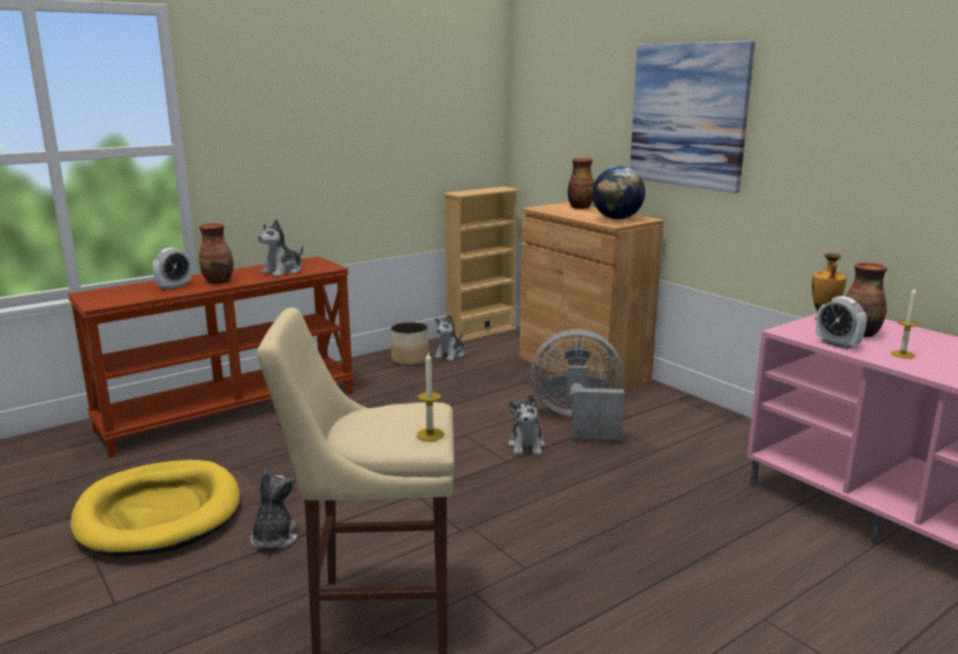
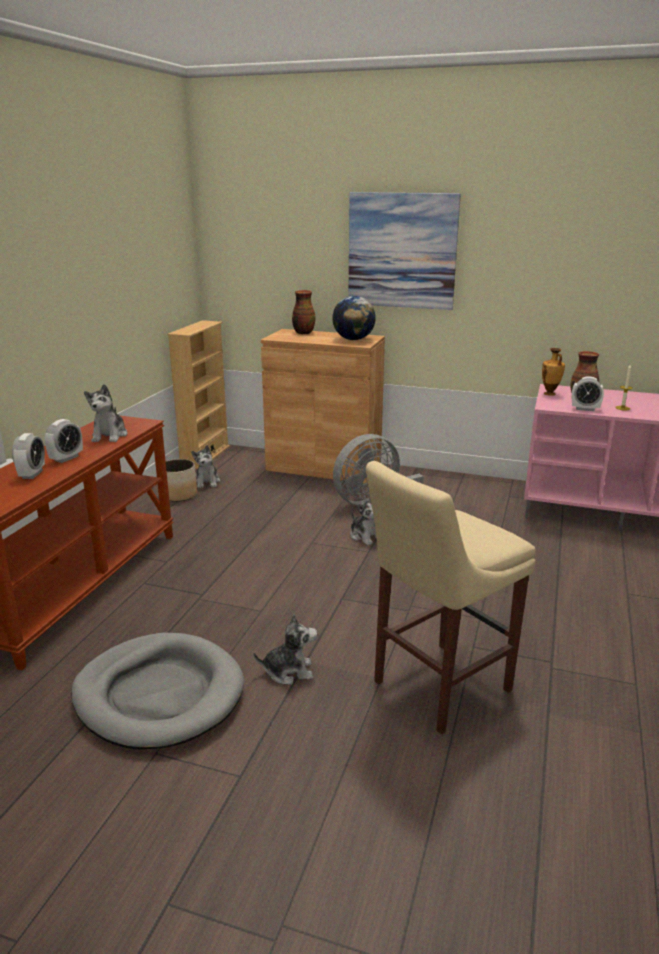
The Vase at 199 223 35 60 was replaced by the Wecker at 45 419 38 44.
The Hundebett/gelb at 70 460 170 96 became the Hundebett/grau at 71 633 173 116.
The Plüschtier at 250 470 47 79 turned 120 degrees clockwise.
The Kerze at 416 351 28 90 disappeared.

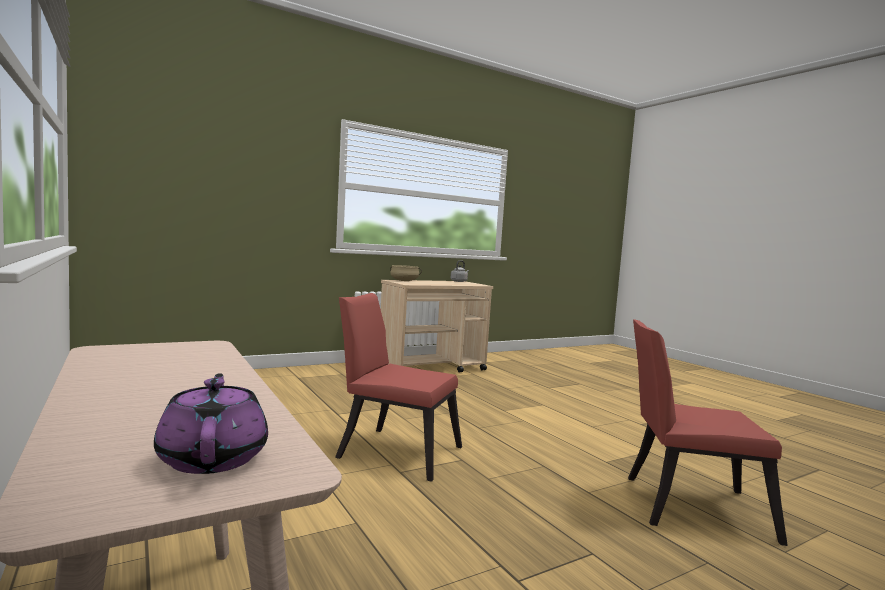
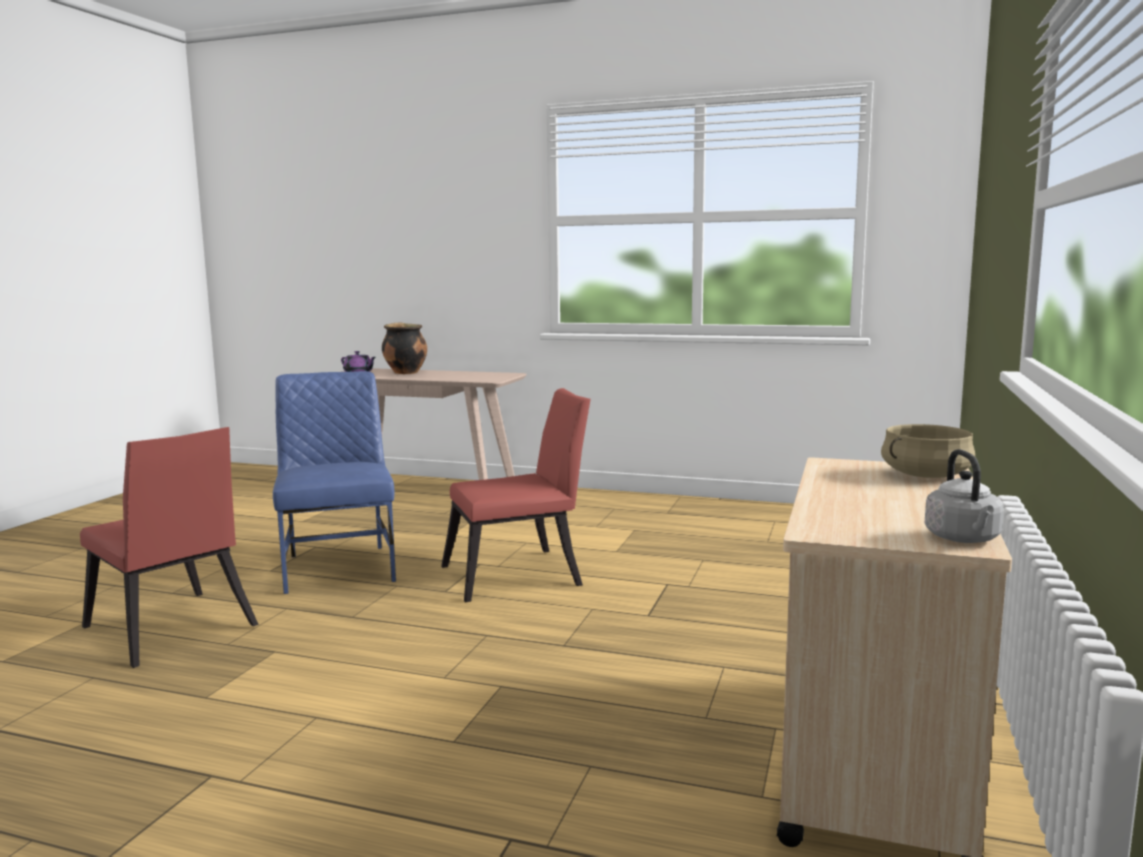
The Stuhl/rot at 628 319 160 227 turned 75 degrees clockwise.
The Stuhl/blau at 273 371 123 223 appeared.
The Kochtopf at 382 322 45 52 appeared.

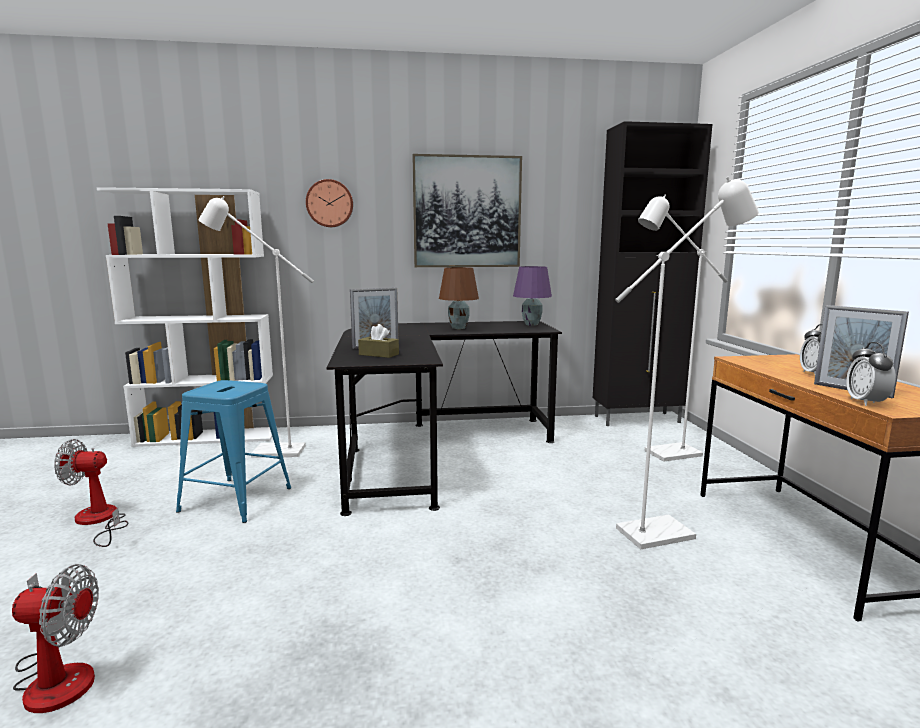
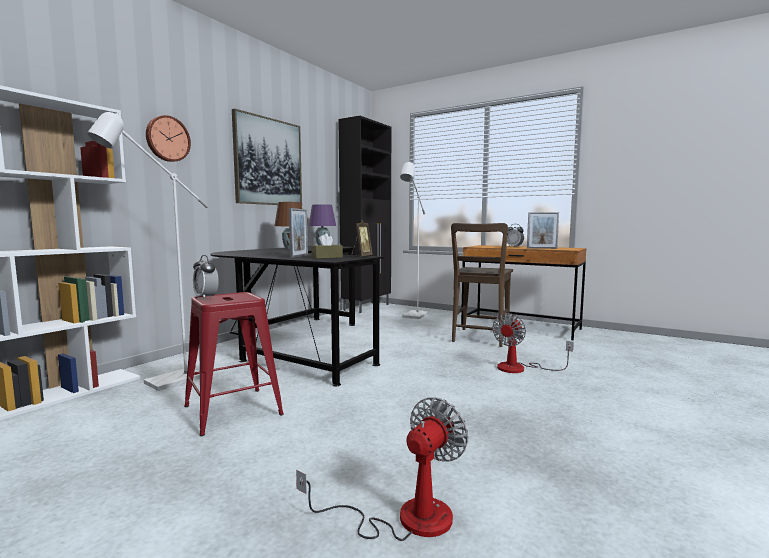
The Hocker/blau at 176 380 115 143 became the Hocker/rot at 184 292 100 144.
The Wecker moved from 846 342 50 64 to 193 255 26 45.
The Bilderrahmen at 351 220 22 37 appeared.
The Stehlampe/weiß at 615 177 144 372 was replaced by the Stuhl/braun at 451 223 62 124.
The Ventilator moved from 54 439 74 108 to 492 313 82 60.

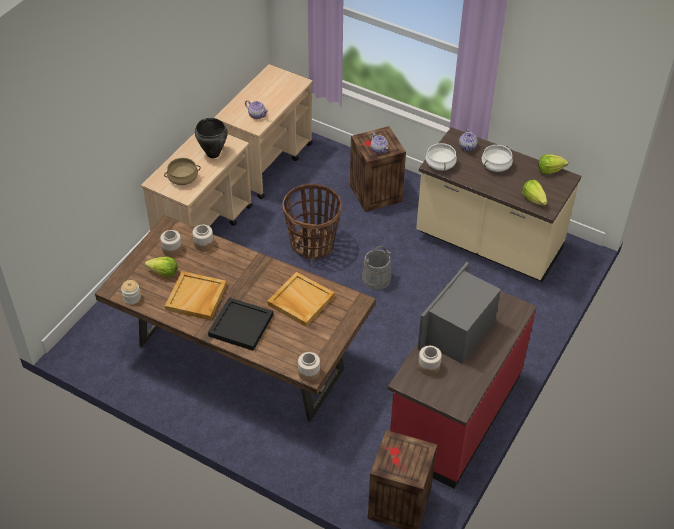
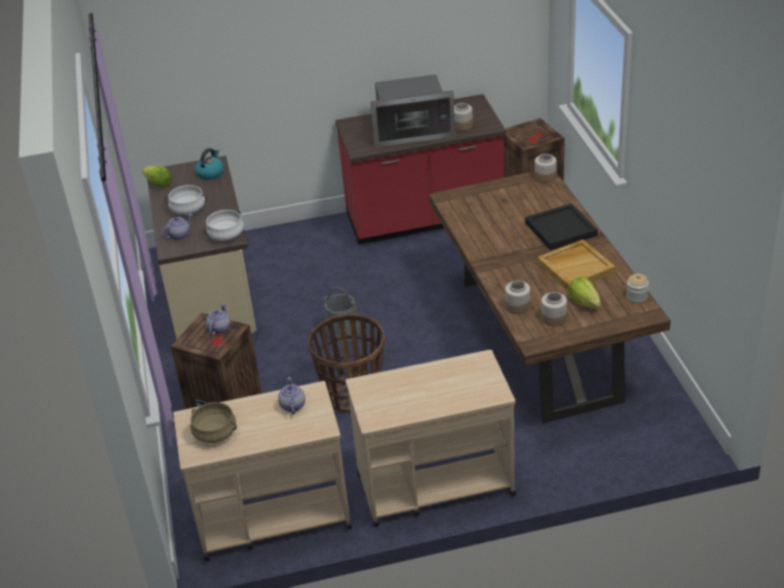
The Kochtopf/beige moved from 164 158 37 27 to 190 402 47 41.
The Salatkopf at 522 180 25 26 was replaced by the Wasserkessel at 195 148 29 32.
The Kochtopf/schwarz at 195 118 33 40 disappeared.
The Tablett/beige at 268 272 67 55 disappeared.

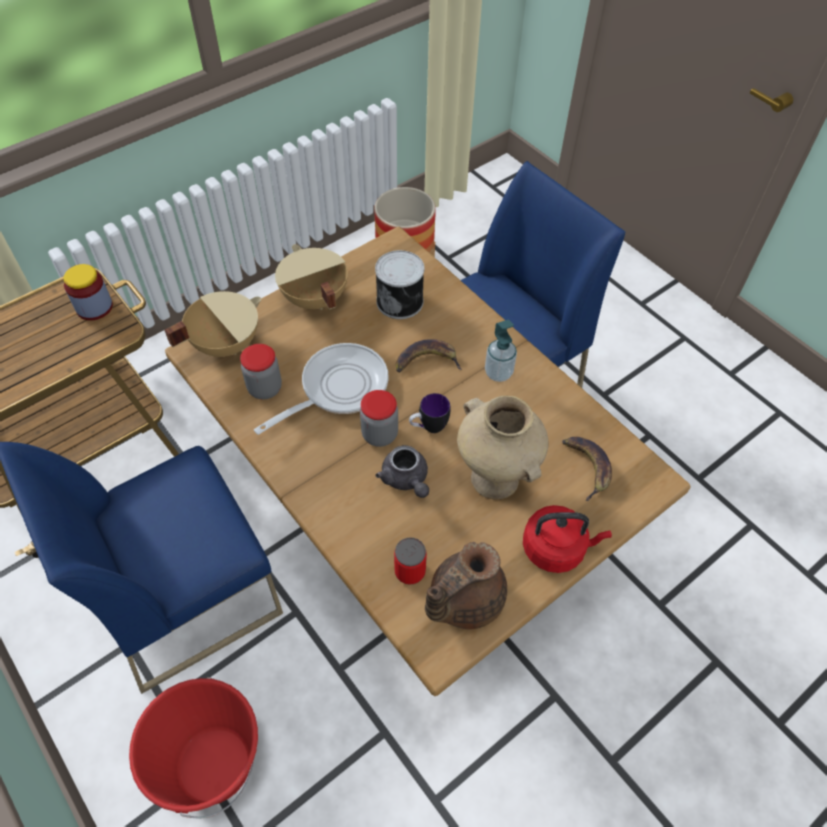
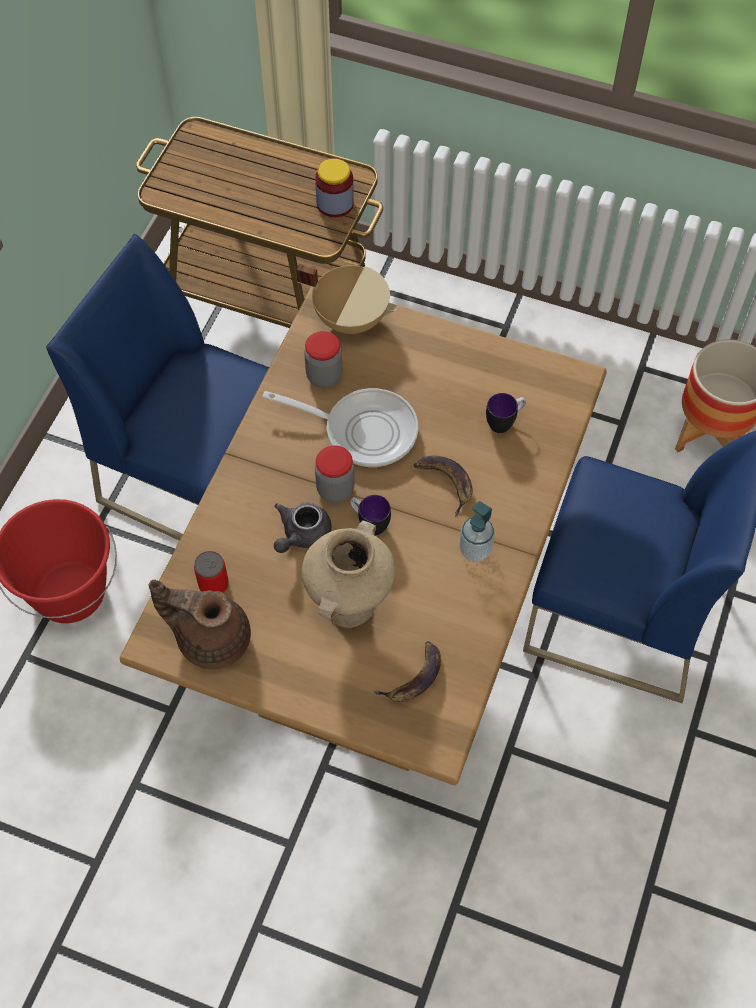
The Dose at 375 250 49 69 was replaced by the Henkelbecher at 486 393 40 40.
The Kochtopf/beige at 275 244 73 66 disappeared.
The Wasserkessel/rot at 523 505 89 68 disappeared.

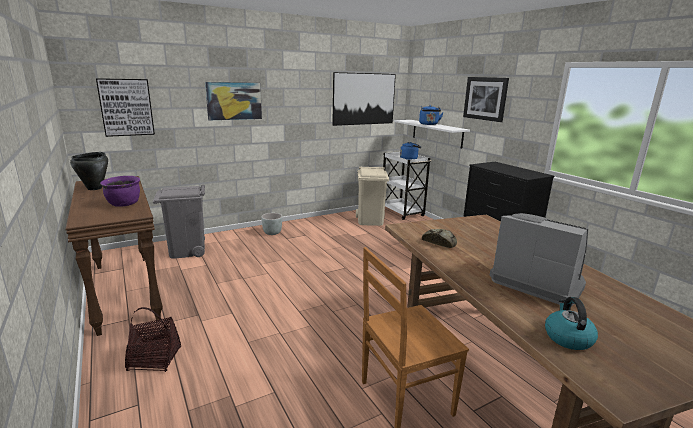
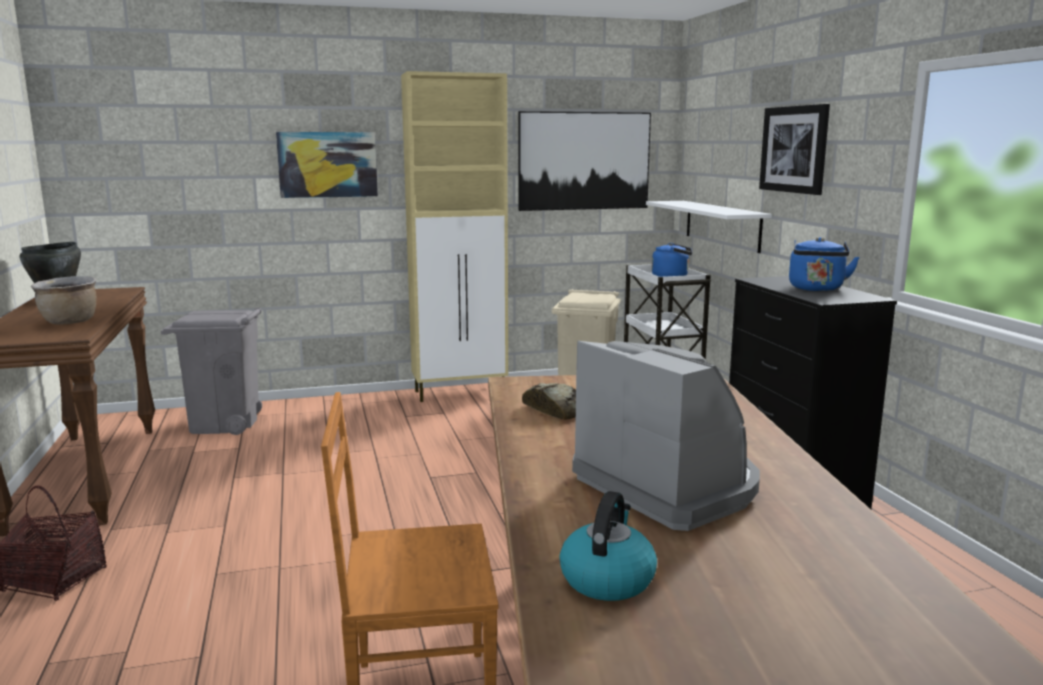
The Kochtopf/lila at 100 176 40 31 became the Kochtopf/braun at 31 276 66 48.
The Schrank/beige at 401 71 107 331 appeared.
The Wasserkessel/blau moved from 419 105 25 20 to 789 237 71 54.
The Bild at 96 78 59 59 disappeared.
The Pflanzkübel/grau at 261 213 21 22 disappeared.

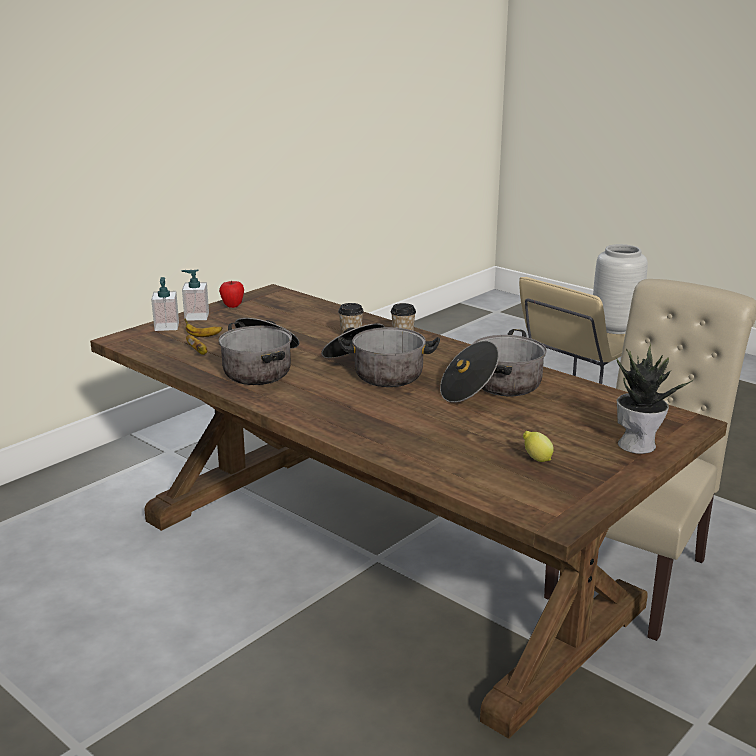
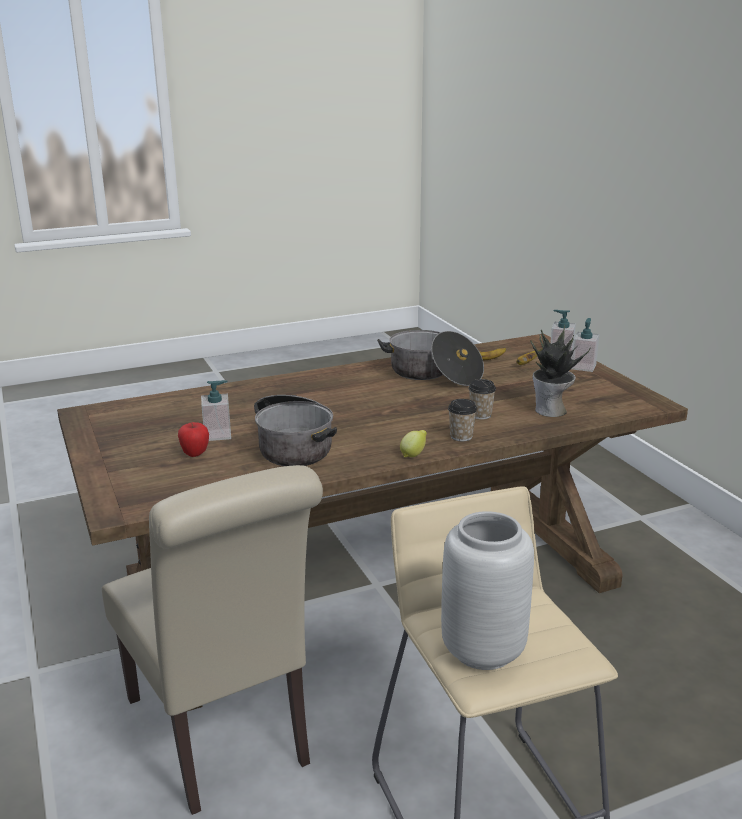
The Apfel moved from 219 281 25 27 to 178 422 31 35.
The Seifenspender at 201 380 30 61 appeared.
The Zitrone moved from 523 431 31 31 to 400 430 27 27.
The Topfpflanze moved from 616 343 78 111 to 530 325 61 92.
The Kochtopf at 321 323 119 64 disappeared.

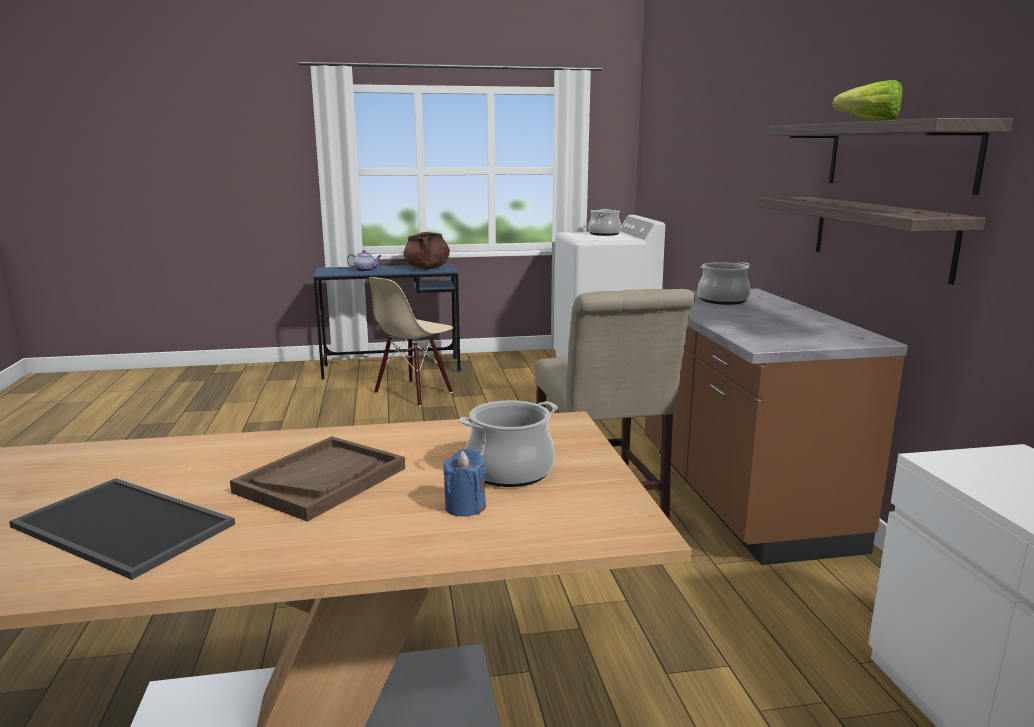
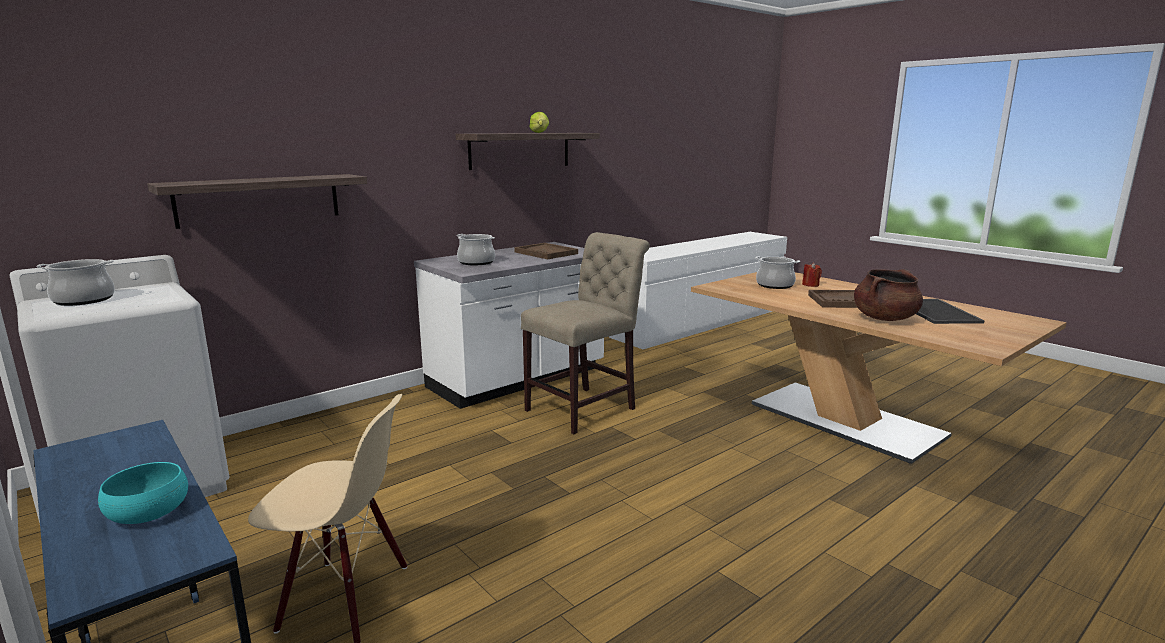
The Teekanne at 347 250 34 22 was replaced by the Schüssel/türkis at 98 462 90 62.
The Wandregal moved from 757 197 229 88 to 147 174 220 55.
The Küchenzeile/braun at 645 288 263 277 became the Küchenzeile/weiß at 414 242 190 167.
The Tablett/braun at 514 243 64 16 appeared.
The Kerze/blau at 443 448 43 69 became the Kerze/rot at 802 263 20 24.
The Kochtopf/braun moved from 403 232 47 37 to 854 269 69 52.

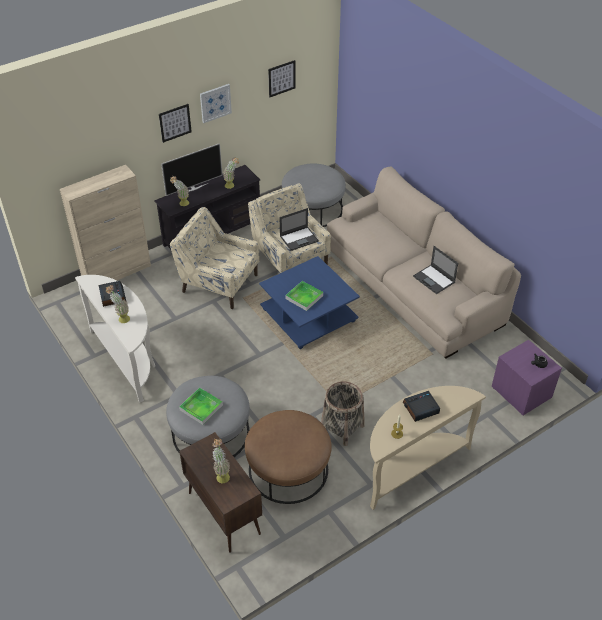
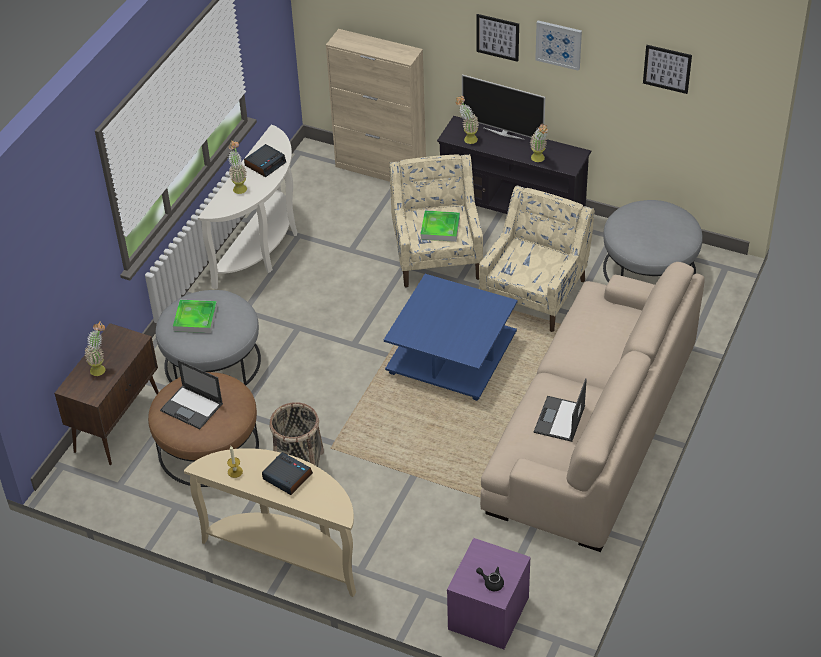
The Laptop moved from 280 208 39 43 to 160 360 63 69.
The Tablett moved from 285 281 38 30 to 421 210 39 32.

